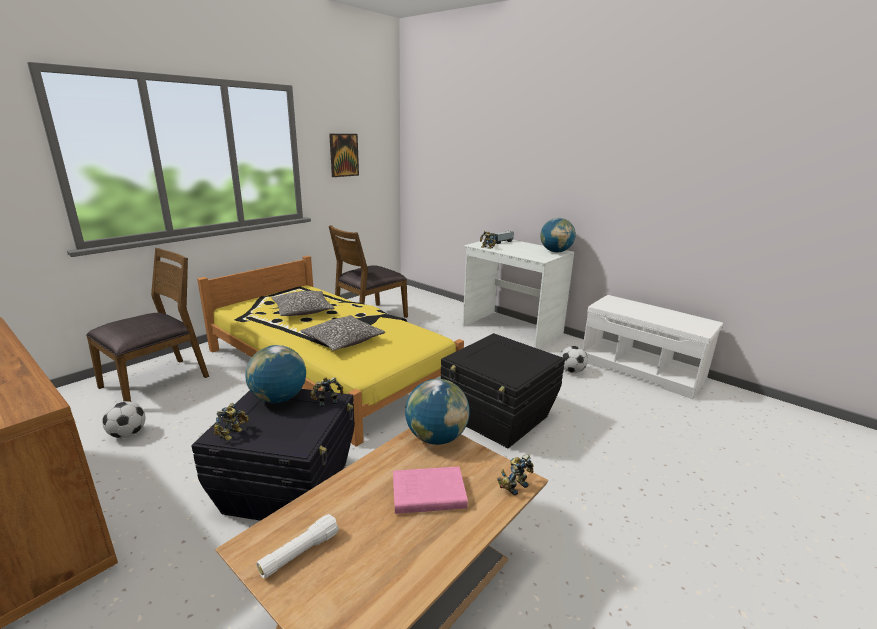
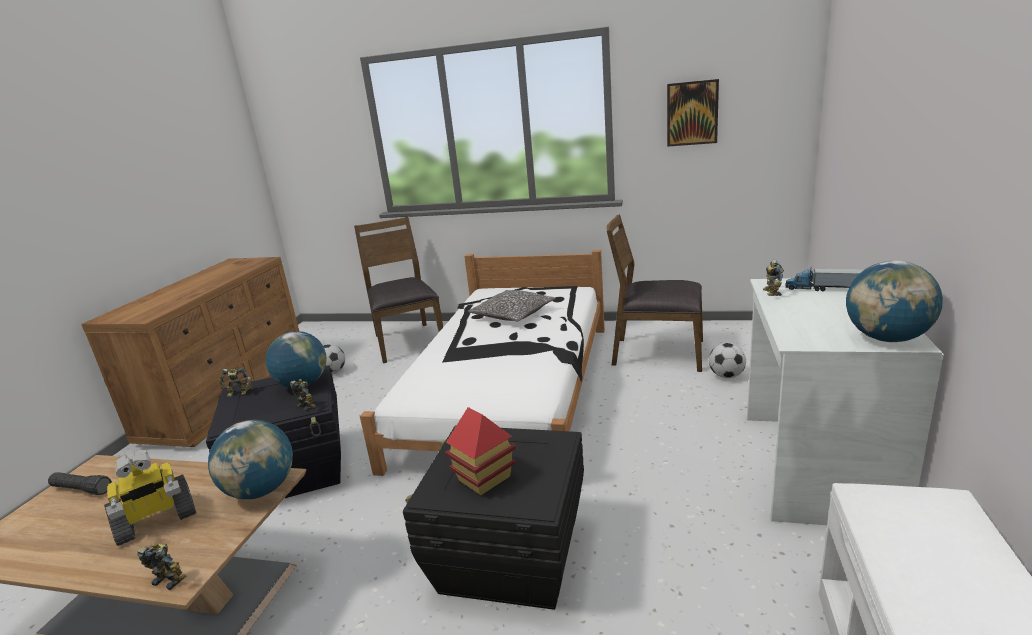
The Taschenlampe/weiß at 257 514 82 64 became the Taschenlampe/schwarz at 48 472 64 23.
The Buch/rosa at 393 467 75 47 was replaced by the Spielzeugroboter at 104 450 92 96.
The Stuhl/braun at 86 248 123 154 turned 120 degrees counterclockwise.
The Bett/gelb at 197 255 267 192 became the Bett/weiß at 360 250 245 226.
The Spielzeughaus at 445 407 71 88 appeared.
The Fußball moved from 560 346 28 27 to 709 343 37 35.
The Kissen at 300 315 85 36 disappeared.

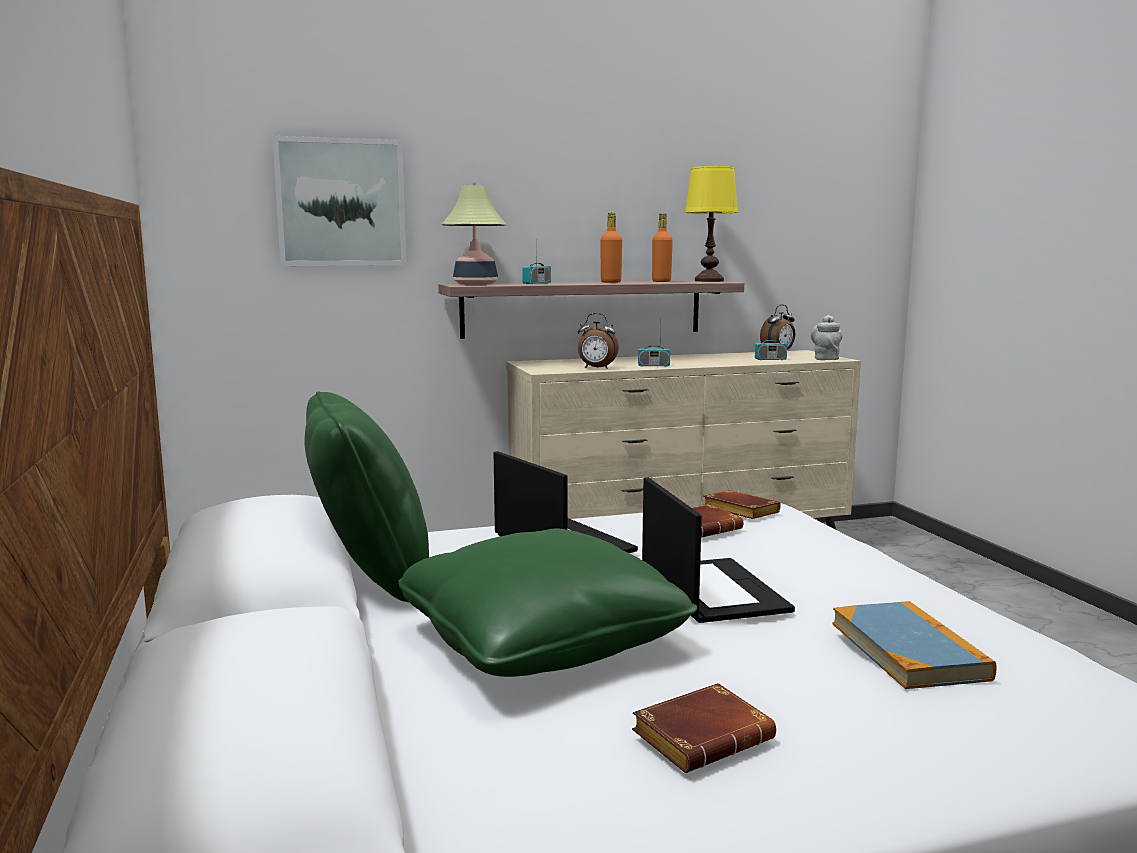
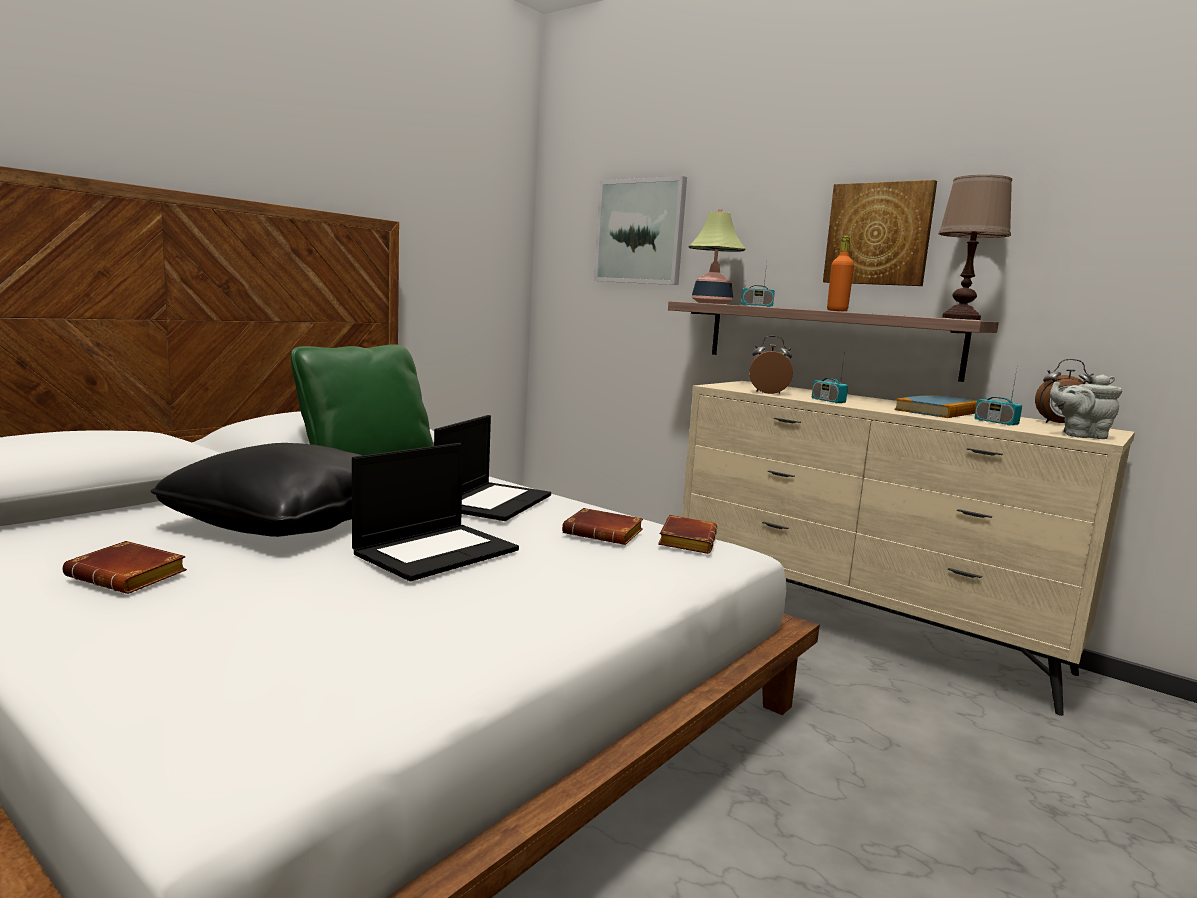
The Kissen/grün at 398 528 299 149 became the Kissen/schwarz at 151 443 211 94.
The Wecker at 578 313 41 56 turned 120 degrees clockwise.
The Bild at 823 180 114 106 appeared.
The Buch moved from 832 601 165 88 to 894 395 83 23.
The Tischlampe/gelb at 684 166 54 116 became the Tischlampe/braun at 939 175 73 145.
The Teekanne/grau at 811 315 31 45 turned 150 degrees counterclockwise.
The Flasche/orange at 652 213 21 69 disappeared.

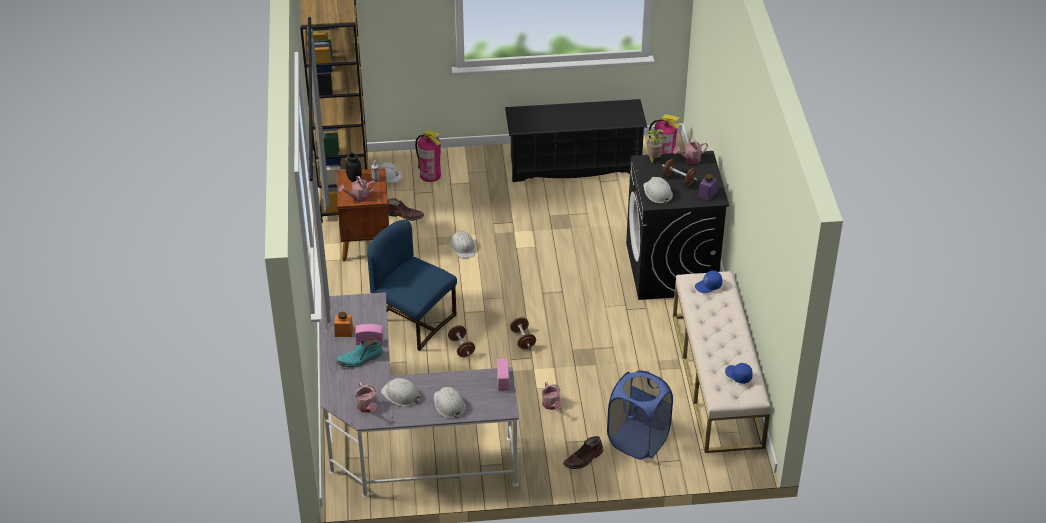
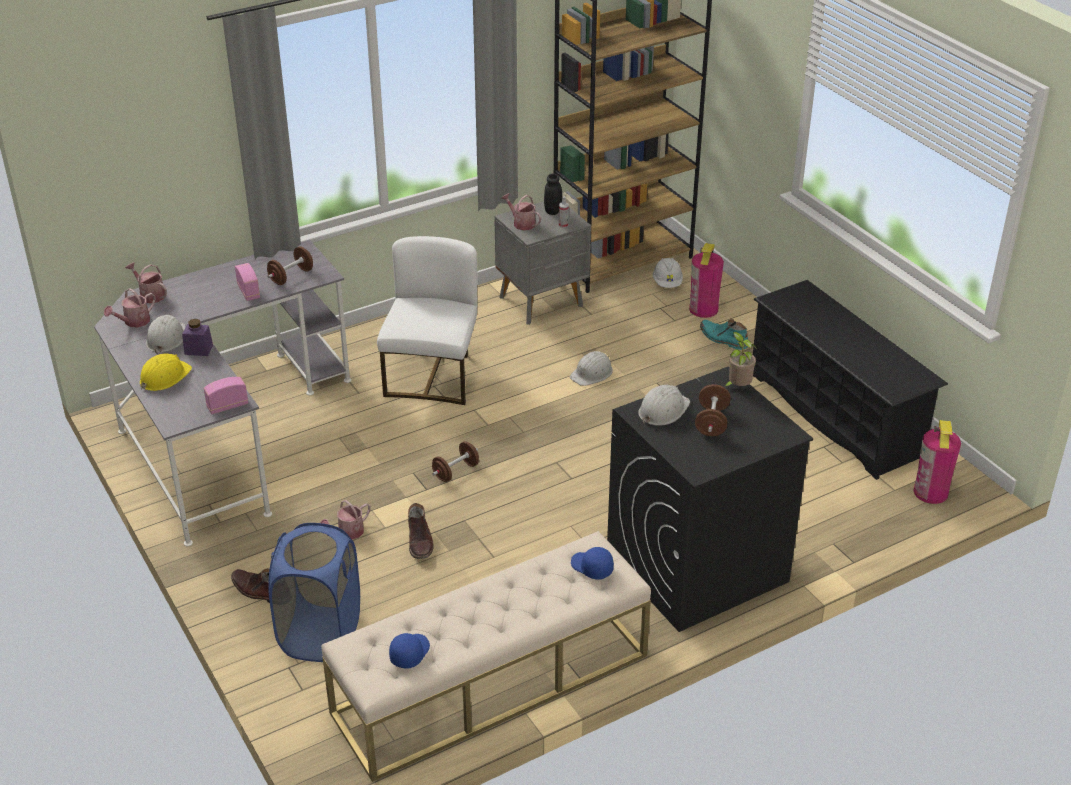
The Gießkanne moved from 673 138 35 26 to 126 262 41 41.
The Schutzhelm/weiß at 434 387 31 32 became the Schutzhelm/gelb at 140 353 52 38.
The Vorratsglas/lila moved from 698 174 19 27 to 182 319 31 37.
The Hantel/braun moved from 448 325 27 32 to 267 246 46 39.
The Stuhl/blau at 367 220 90 131 became the Stuhl/weiß at 377 236 100 169.
The Stiefel/braun moved from 388 198 36 23 to 408 503 26 56.
The Nachttisch/braun at 337 168 52 93 became the Nachttisch/grau at 494 201 97 124.
The Stiefel/türkis moved from 336 338 47 30 to 700 319 48 31.
The Vorratsglas/orange at 334 312 19 25 disappeared.

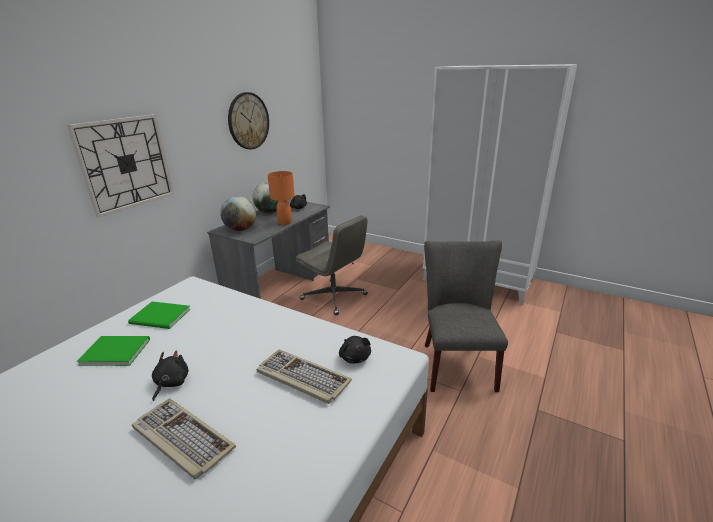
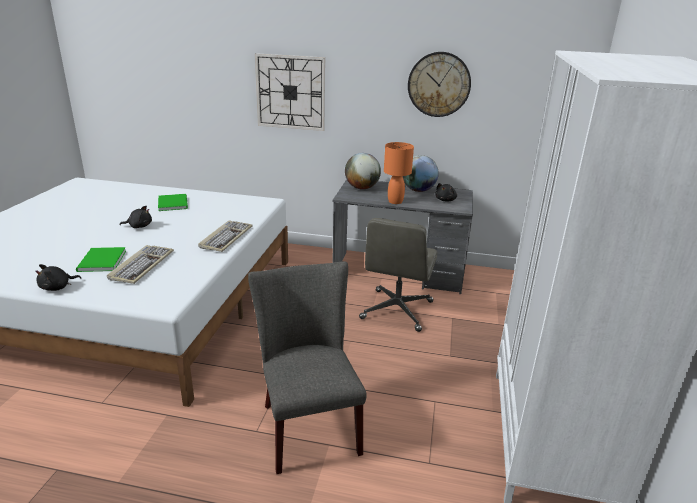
The Plüschtier/schwarz moved from 339 336 32 28 to 35 264 46 27.
The Buch/grün moved from 128 301 63 28 to 76 247 50 25.
The Tastatur moved from 132 398 104 81 to 198 220 55 32.
The Stuhl/grau at 424 240 84 152 turned 90 degrees counterclockwise.

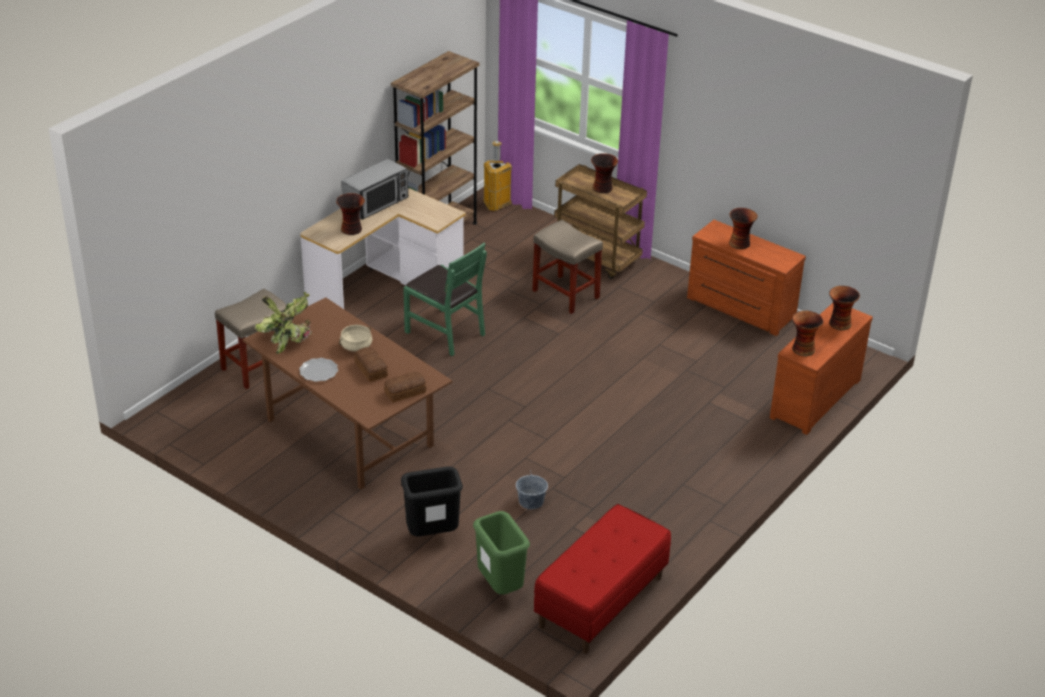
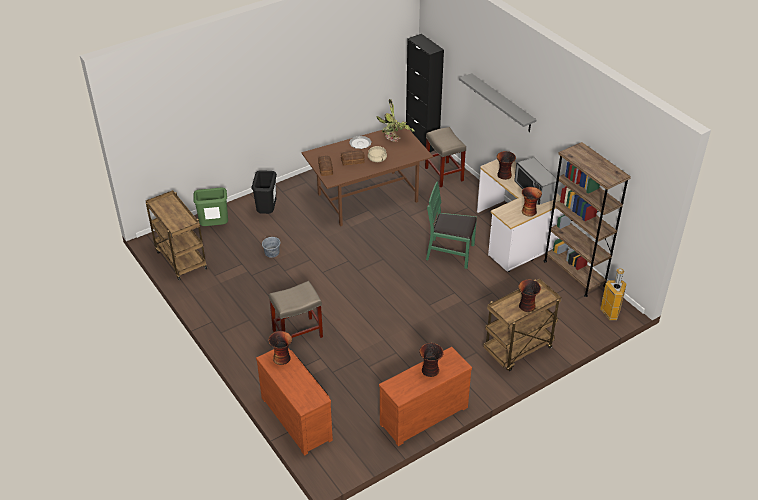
The Bank/rot at 534 504 137 150 was replaced by the Rollwagen/braun at 146 190 61 91.
The Hocker/beige moved from 532 220 71 94 to 269 281 54 57.
The Schrank/schwarz at 406 34 38 118 appeared.
The Stuhl/grün at 403 243 84 113 turned 45 degrees clockwise.
The Wandregal/grau at 459 73 77 59 appeared.
The Vase moved from 829 286 31 44 to 522 187 20 30.

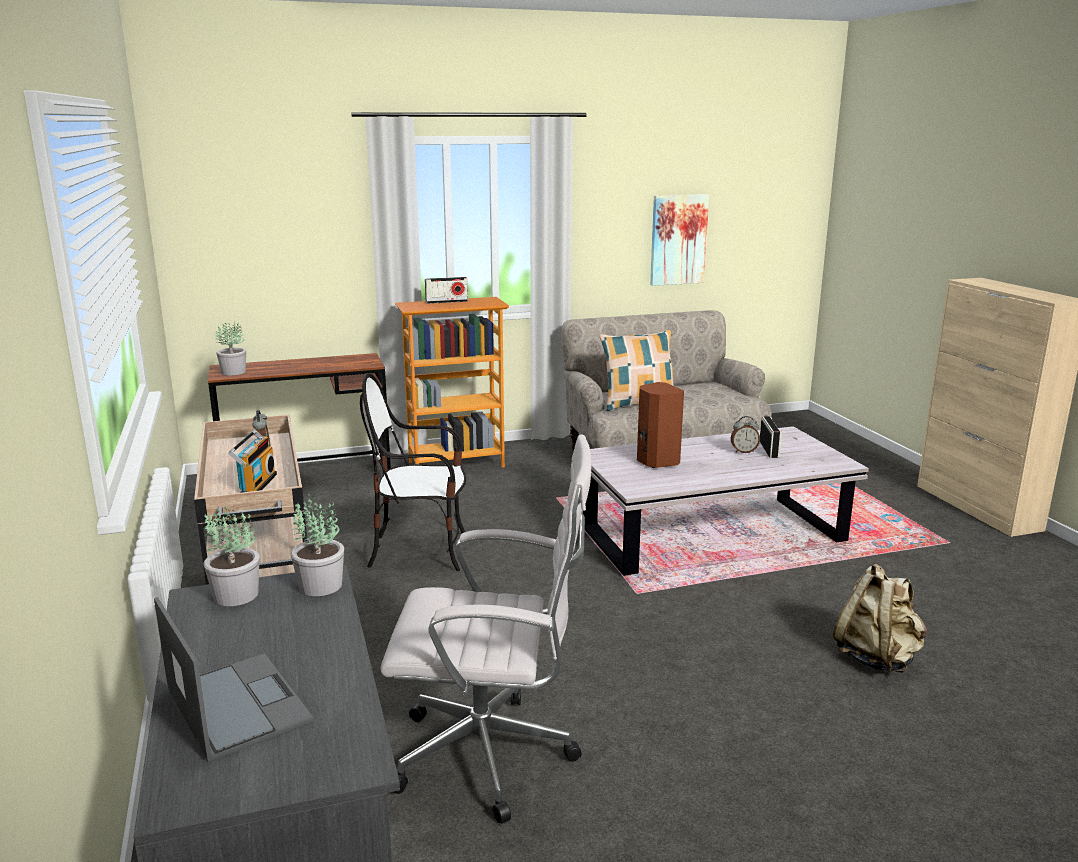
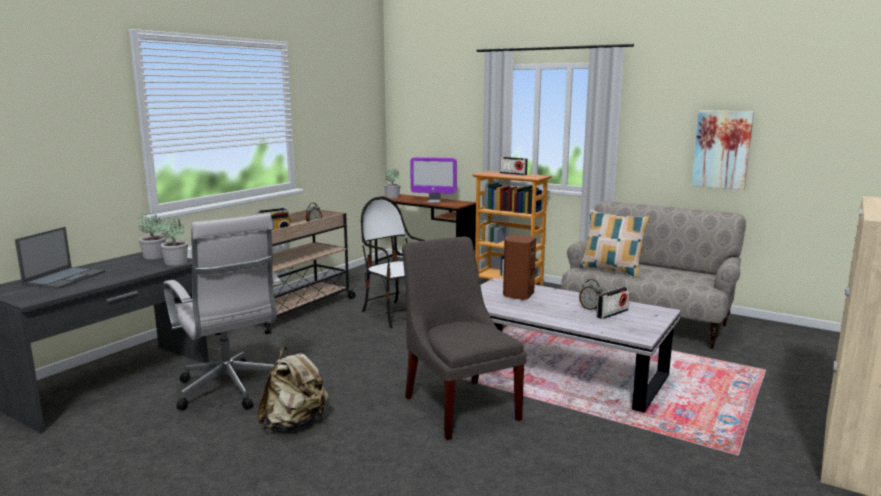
The Rucksack/beige moved from 833 563 94 110 to 257 347 72 84.
The Stuhl/grau at 402 236 124 204 appeared.
The Monitor at 410 157 47 46 appeared.

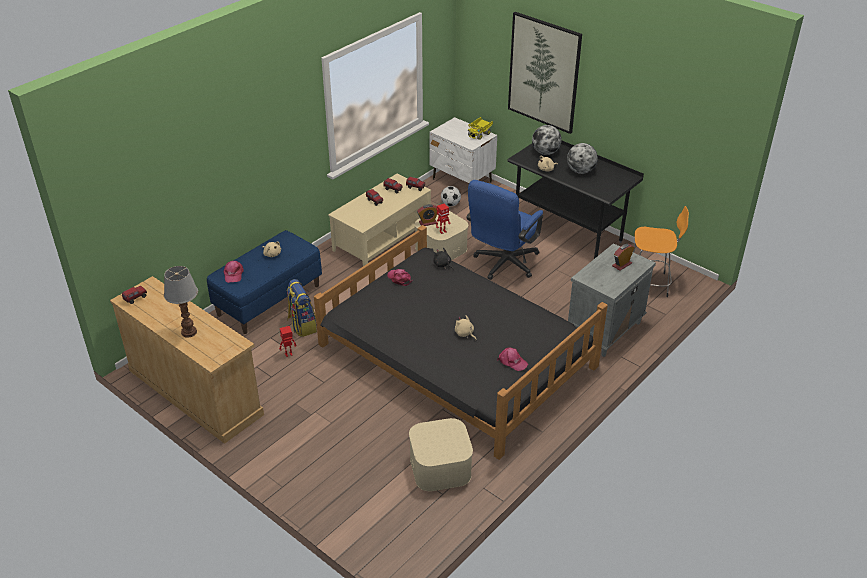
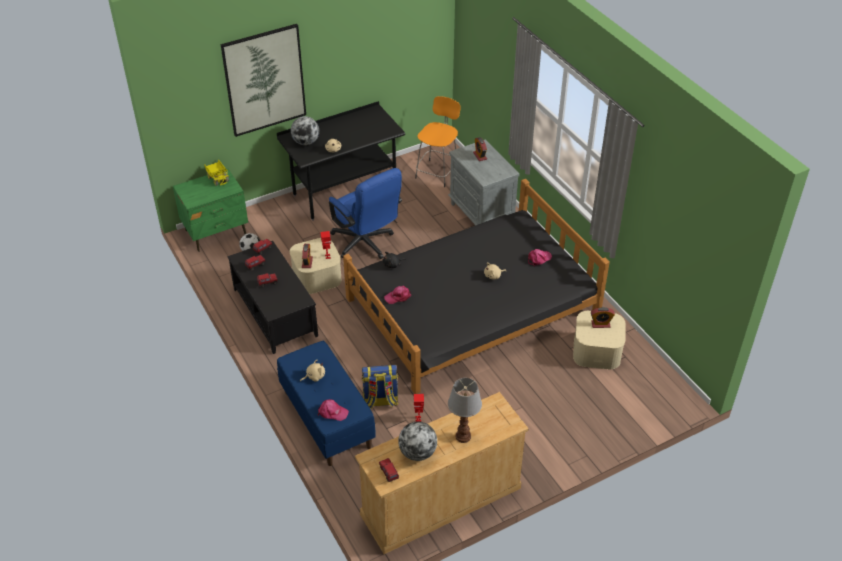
The Nachttisch/weiß at 429 117 68 66 became the Nachttisch/grün at 173 169 75 83.
The Couchtisch/beige at 328 174 103 92 became the Couchtisch/schwarz at 228 241 90 113.
The Globus moved from 567 143 31 31 to 398 422 39 39.
The Wecker at 591 307 24 21 appeared.

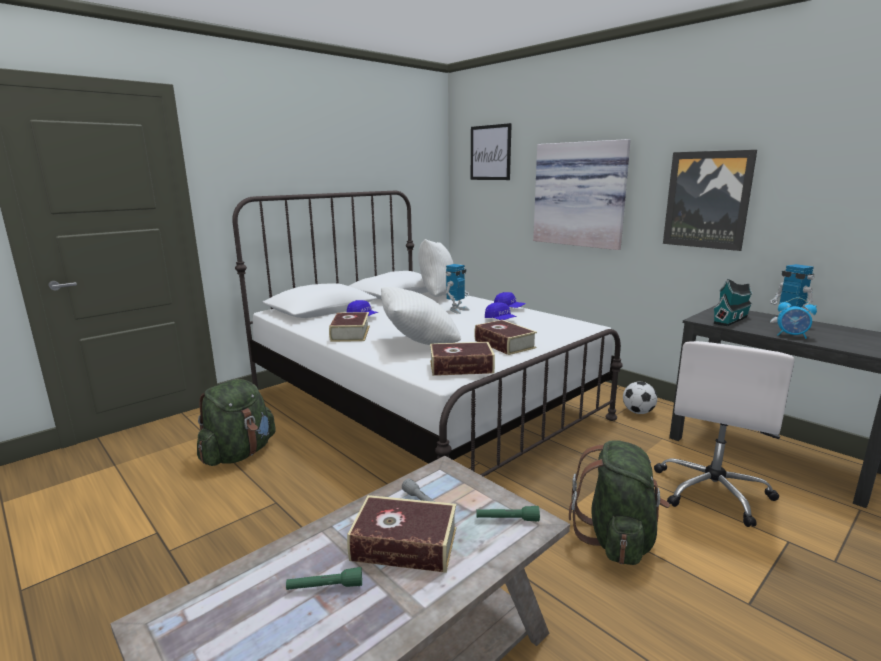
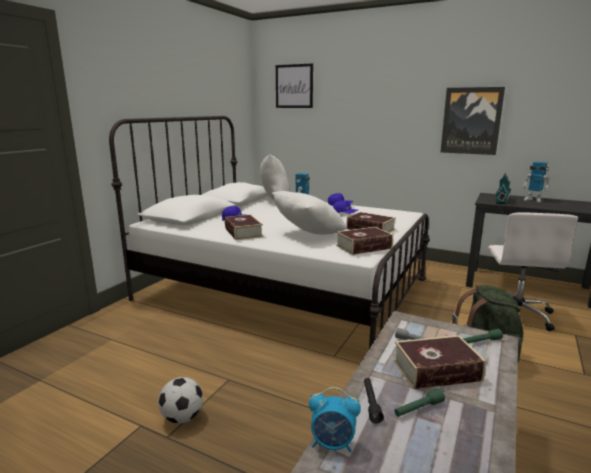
The Fußball moved from 623 382 34 32 to 158 377 45 46.
The Wecker moved from 777 297 40 42 to 309 387 52 65.
The Taschenlampe/schwarz at 364 378 20 45 appeared.
The Rucksack/grün at 197 379 79 87 disappeared.
The Bild at 533 139 98 111 disappeared.

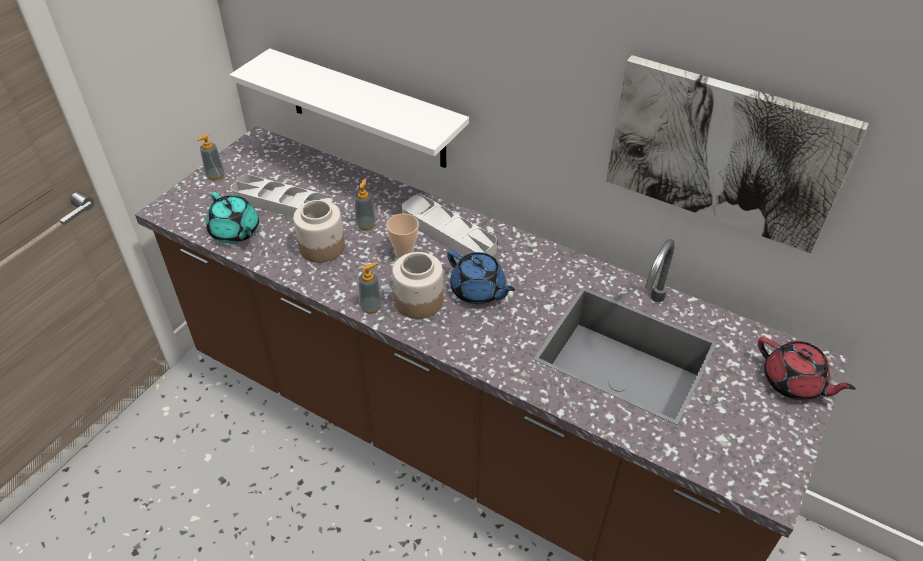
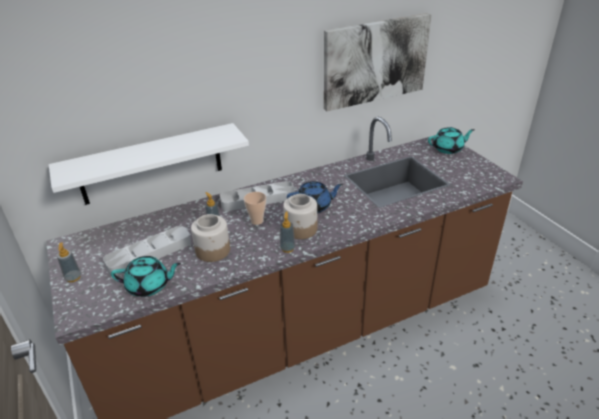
The Teekanne/rot at 758 337 98 64 became the Teekanne/türkis at 428 127 47 27.

